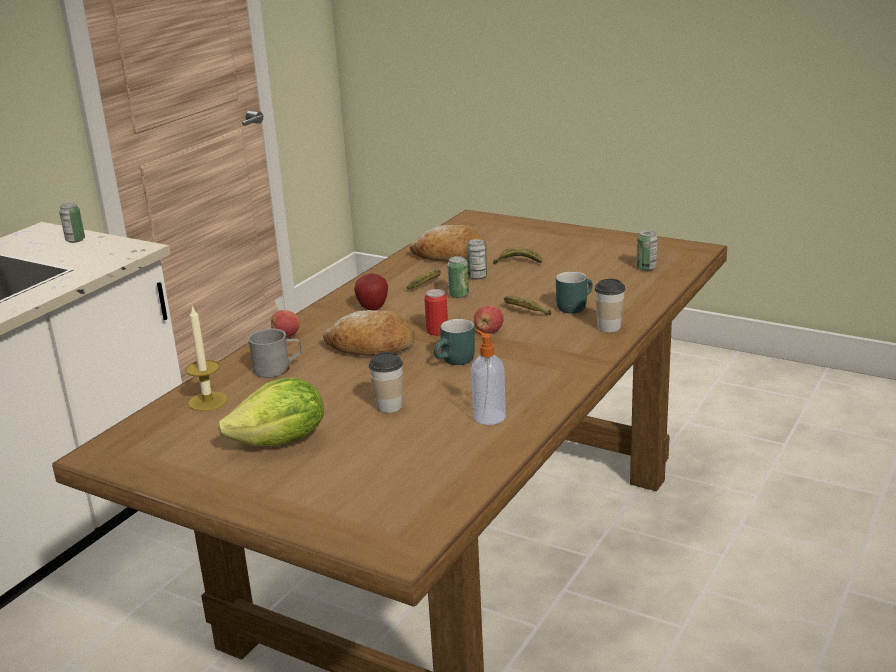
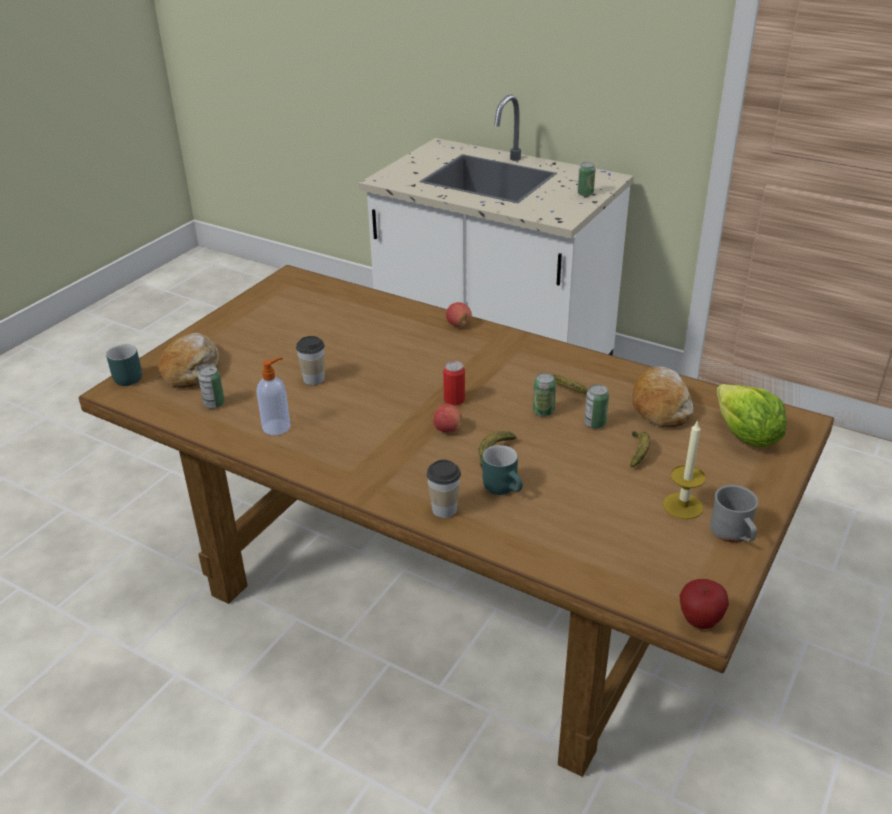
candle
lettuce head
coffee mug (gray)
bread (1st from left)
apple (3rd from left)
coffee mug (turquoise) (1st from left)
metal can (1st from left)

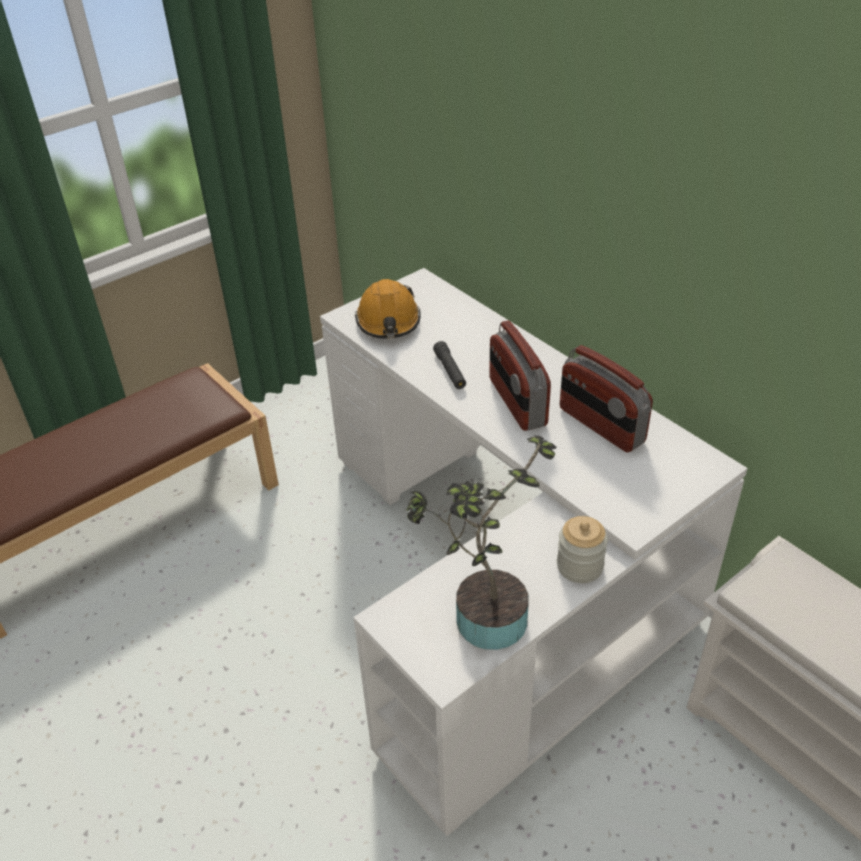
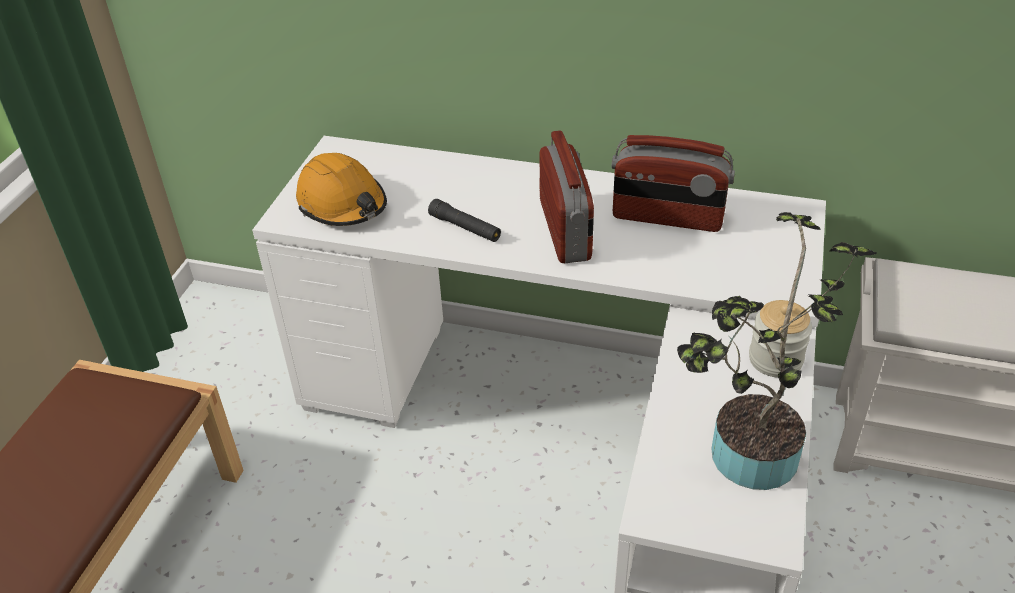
radio set (1st from left)

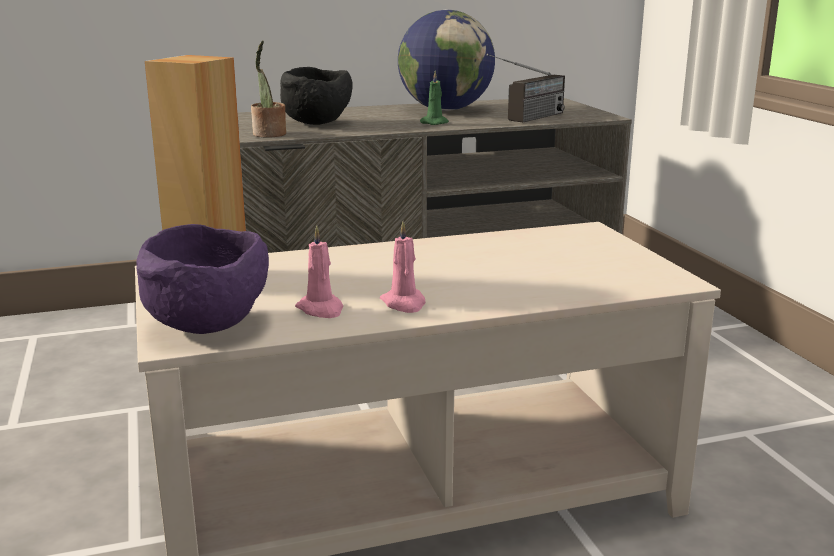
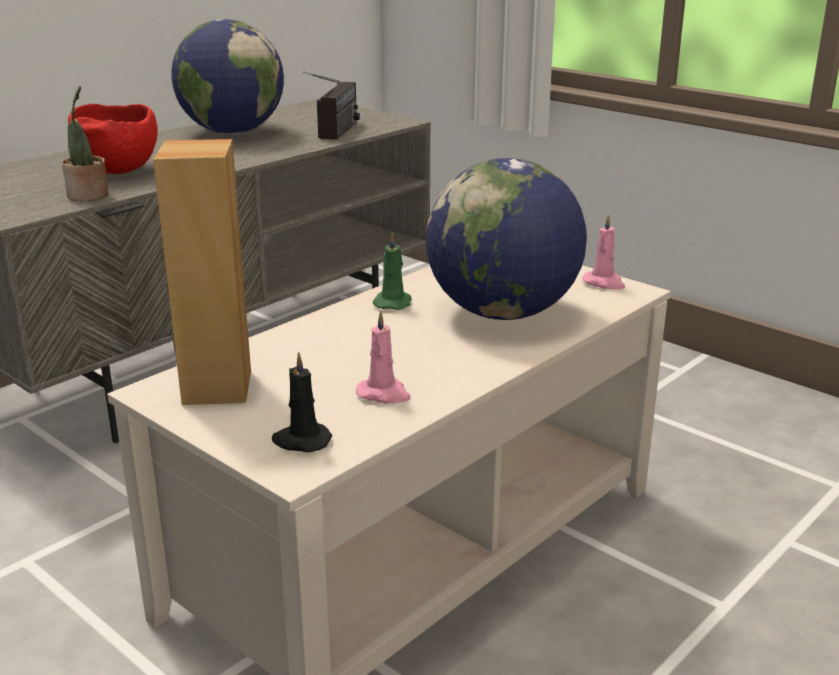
candle (black-coloured)
deep dish (red-coloured)
candle (pink-coloured) (2nd from left)
candle (green)
globe (2nd from left)

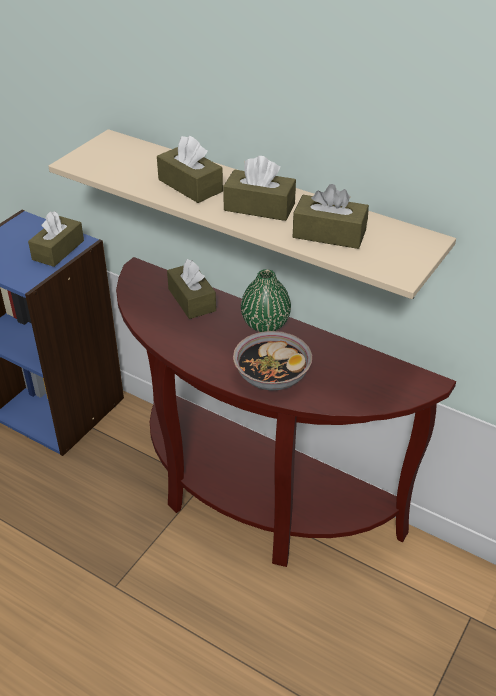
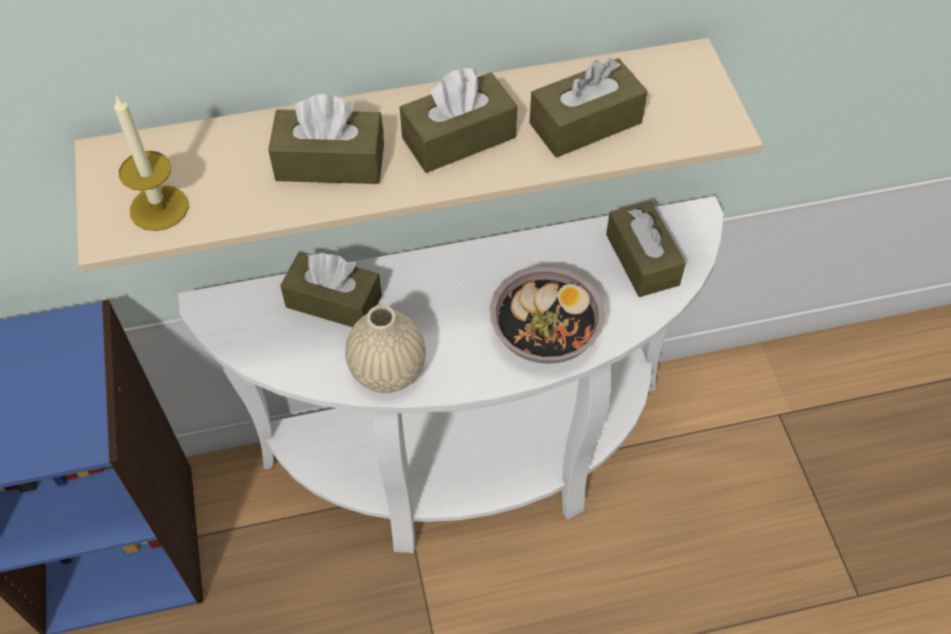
tissue box (brown-coloured) (5th from left)
console table (whitish)
vase (green)
candle
vase (beige-coloured)

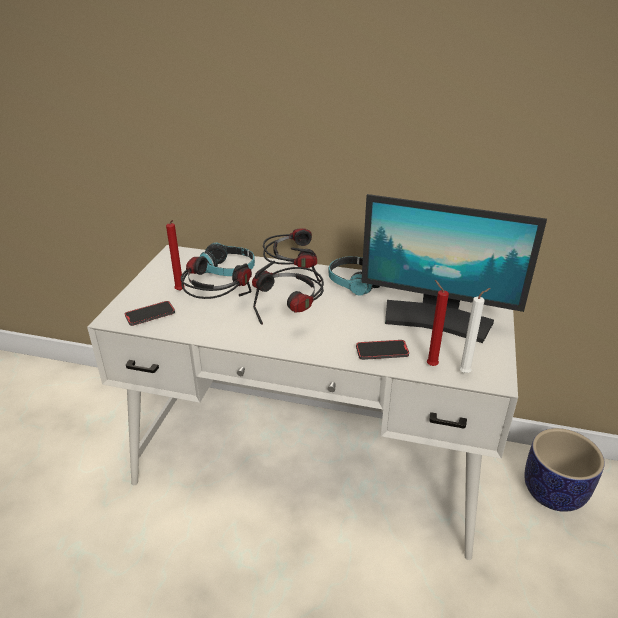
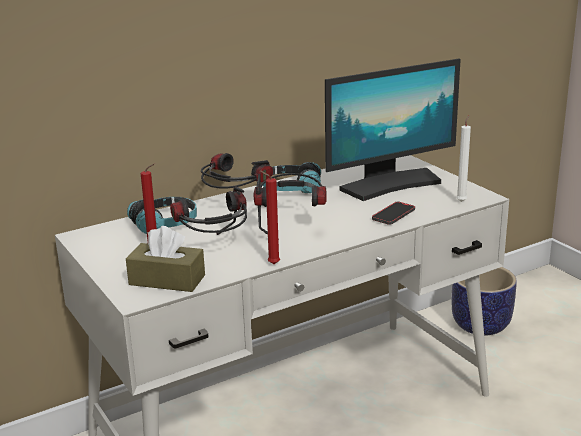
tissue box (brown-coloured)
candle (red-coloured) (2nd from left)

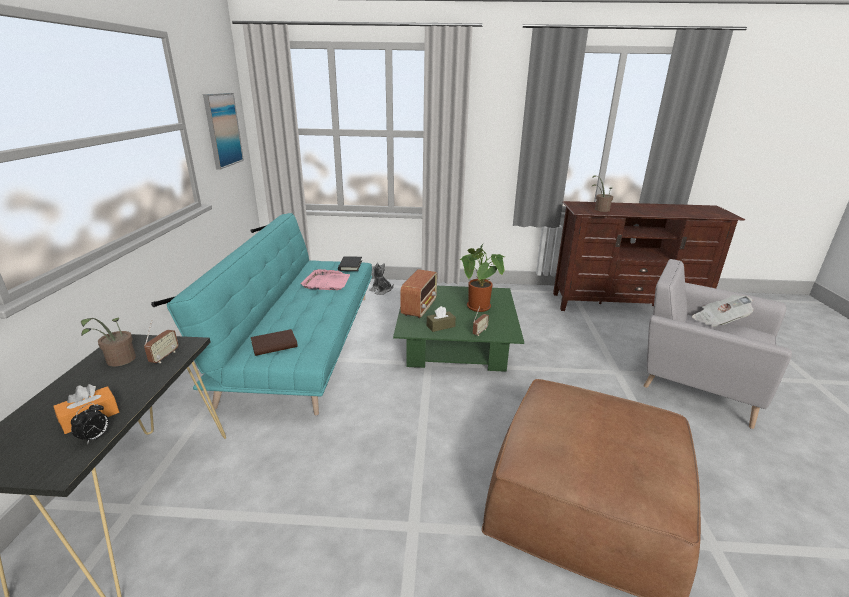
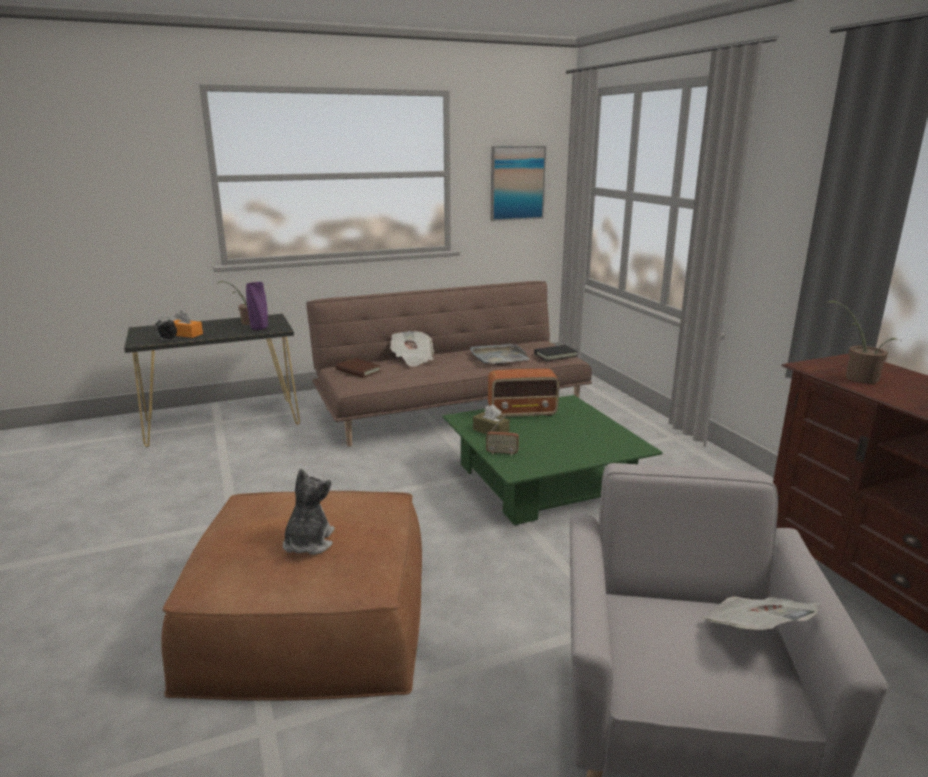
vase (purple)
sofa (brown-coloured)
serving tray (gray)
soft toy
potted plant (2nd from left in the first image)
printed paper (1st from left)

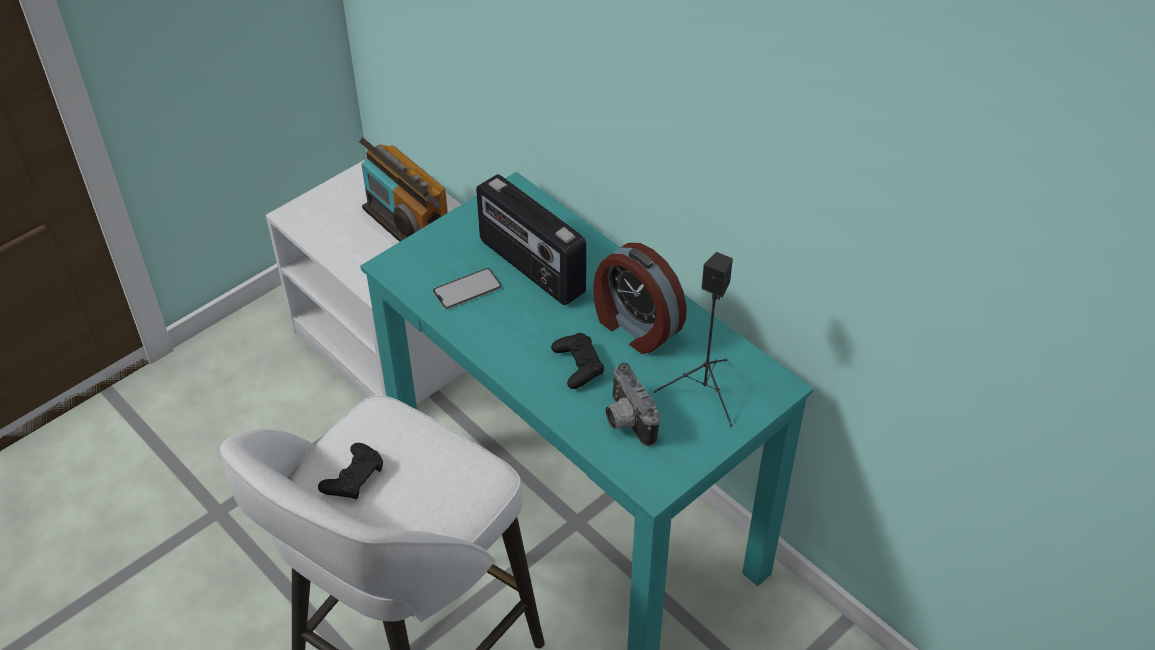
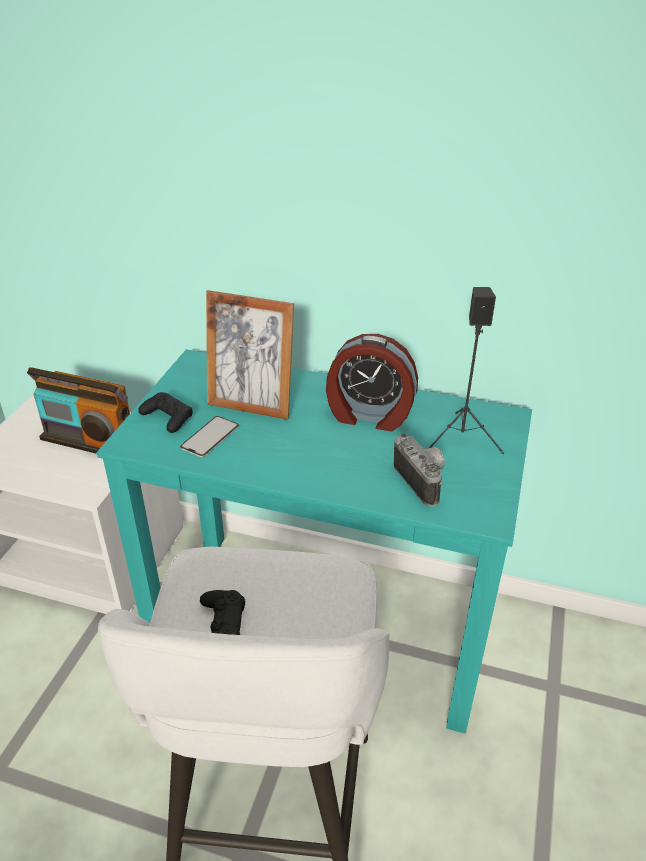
standing frame
gamepad (black-coloured) (1st from left)
still camera

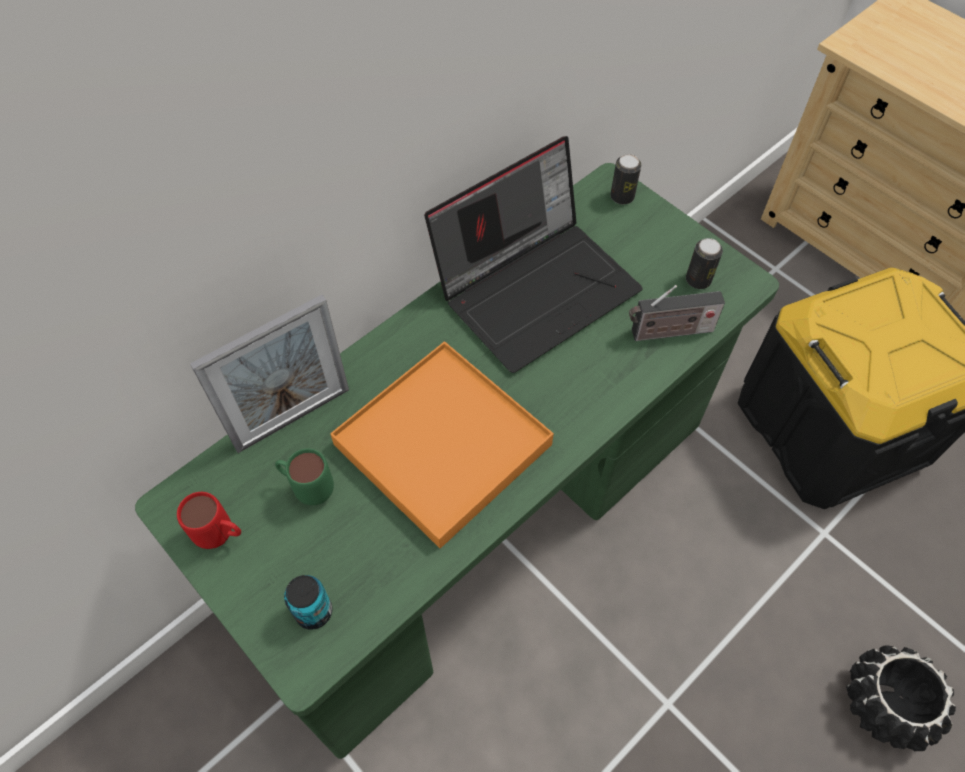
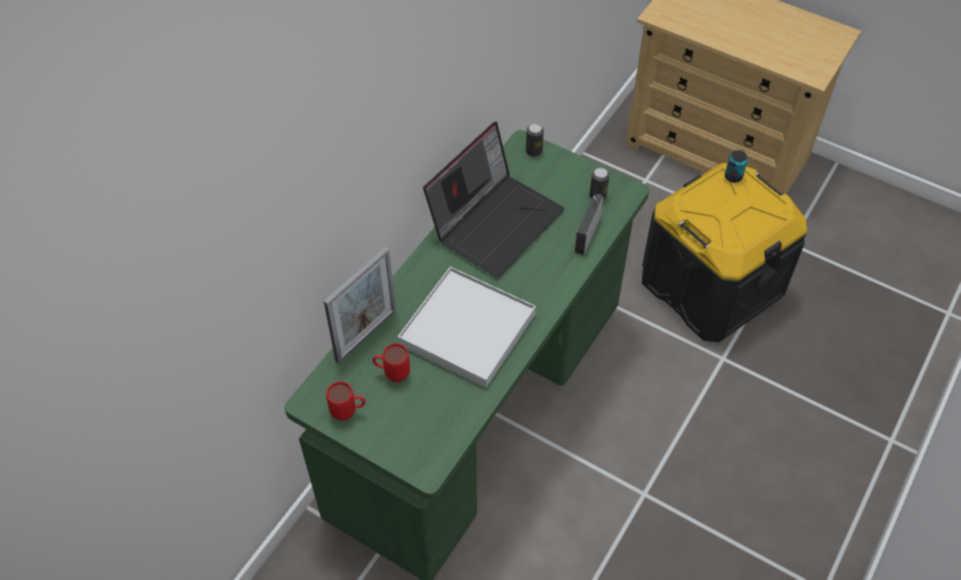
coffee mug (red-coloured) (2nd from left)
metal can (3rd from left)
serving tray (whitish)
radio set
plant pot (black-coloured)

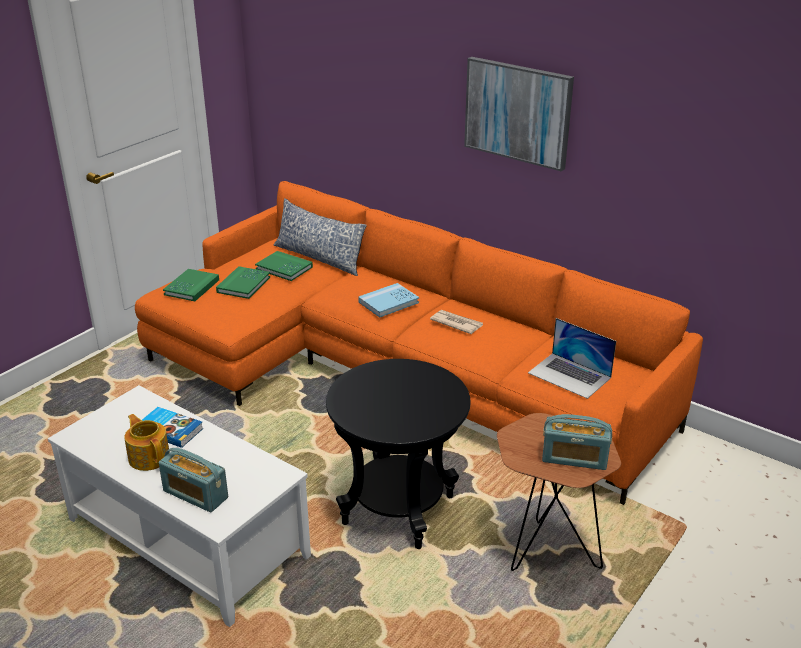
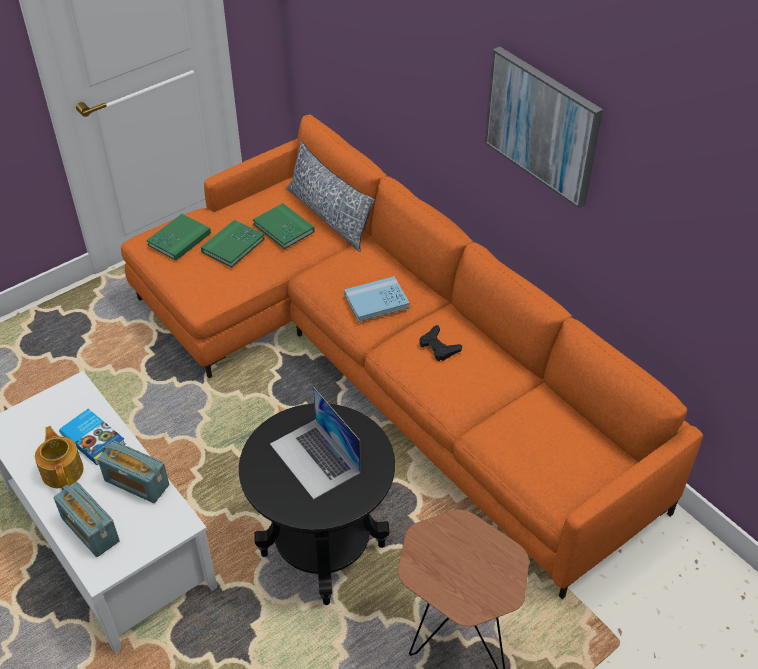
gamepad (black-coloured)
laptop
radio set (2nd from left)

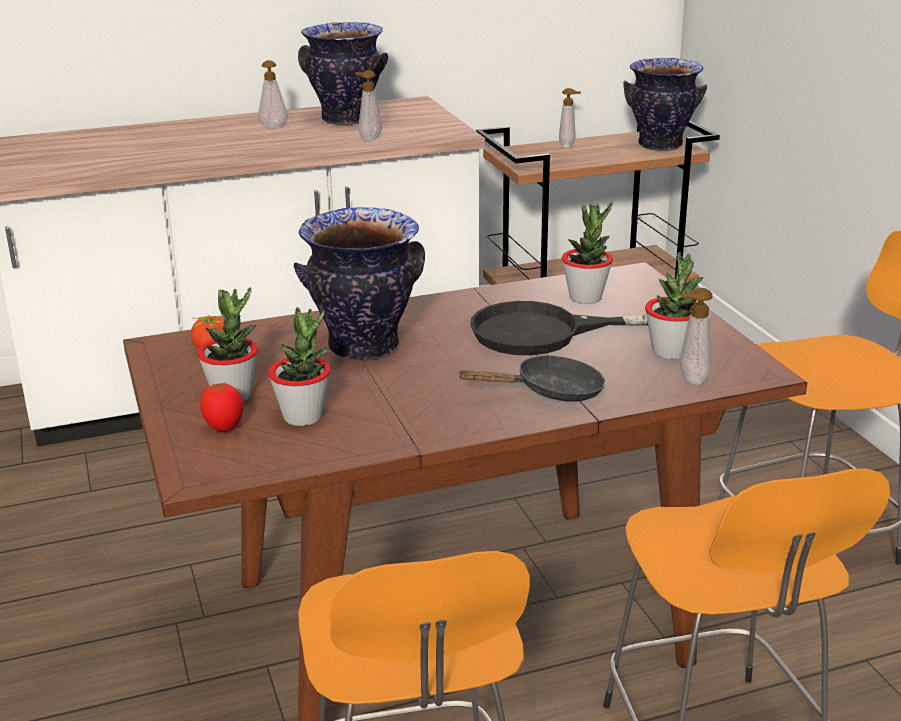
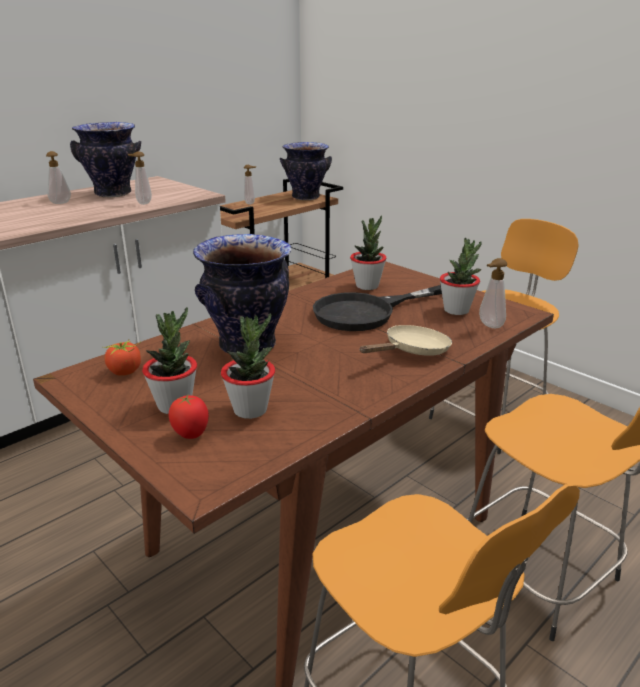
pan (beige-coloured)

